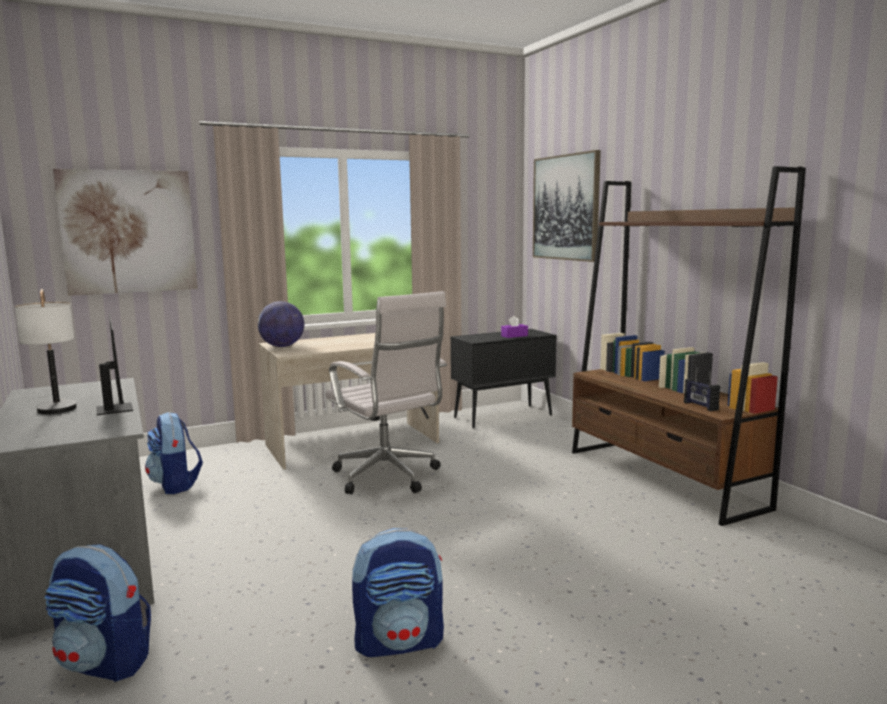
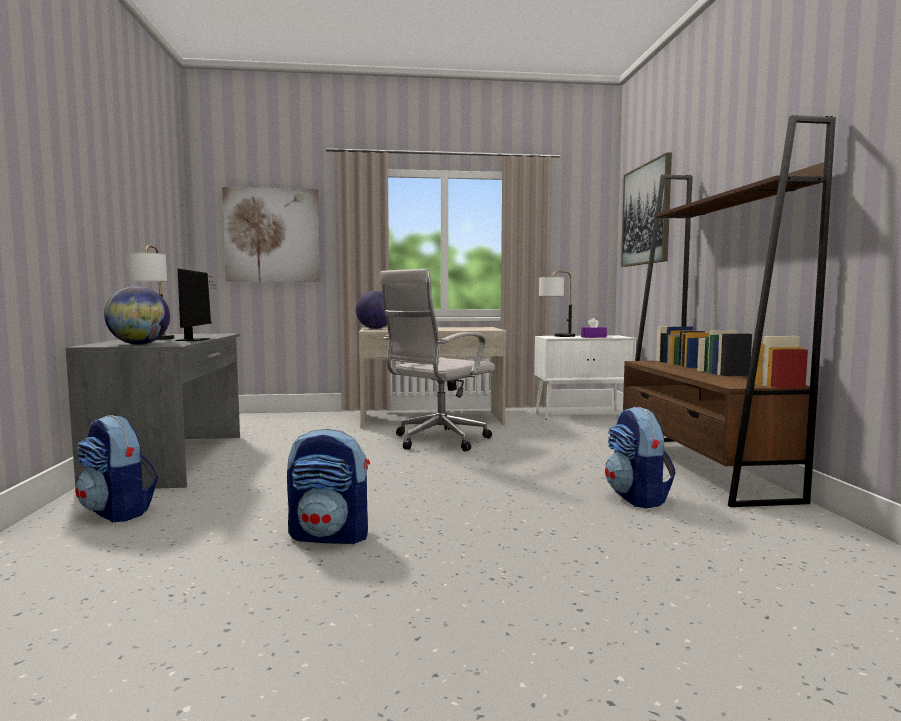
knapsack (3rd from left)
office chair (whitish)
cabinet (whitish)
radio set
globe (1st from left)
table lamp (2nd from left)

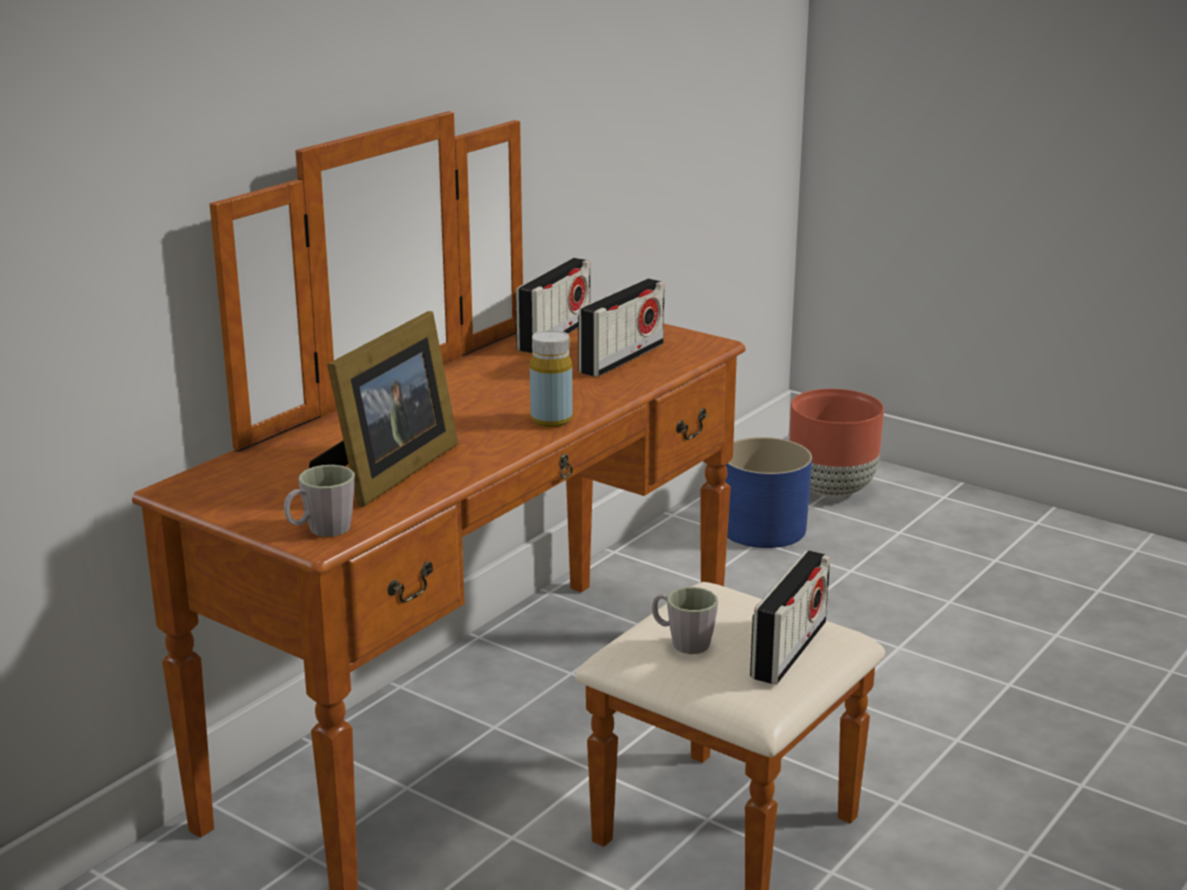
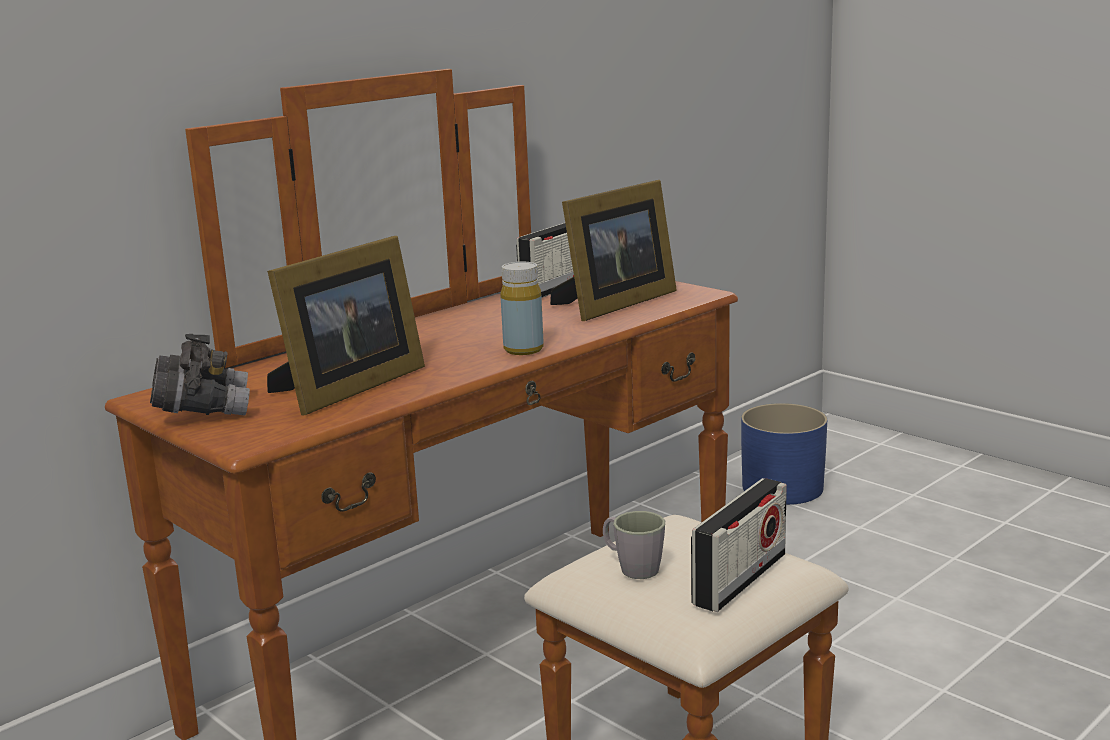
coffee mug (gray) (1st from left in the first image)
standing frame (2nd from left)
plant pot (brown-coloured)
field glasses (gray)

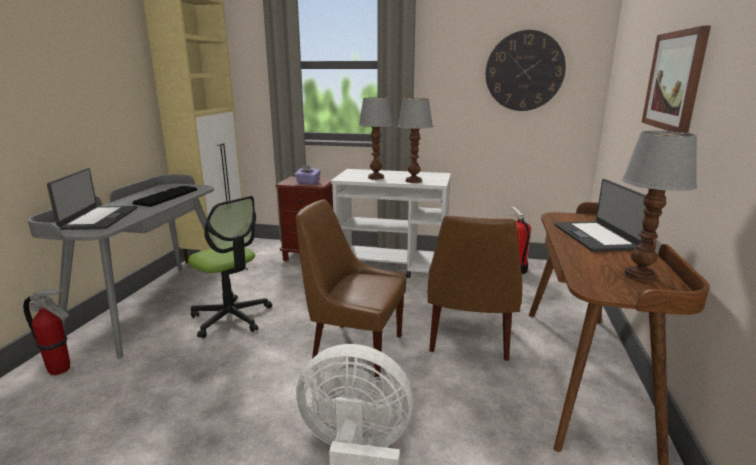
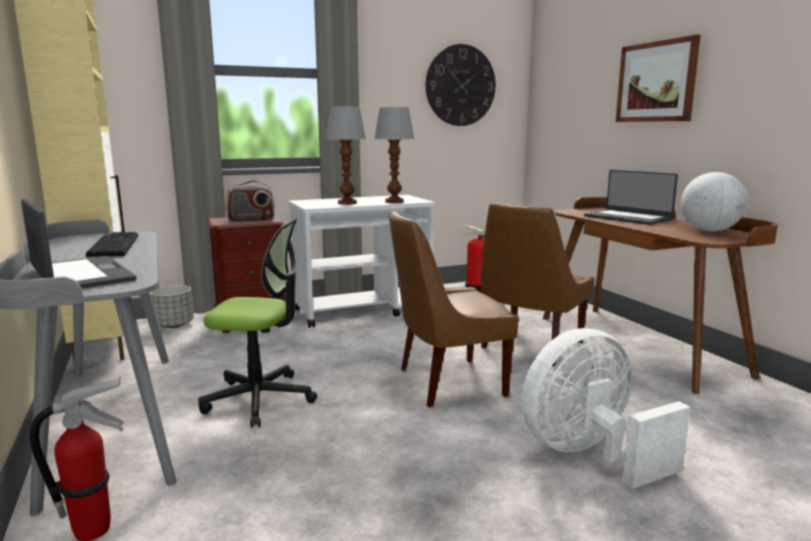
radio set
plain chair (brown-coloured) (2nd from left)
globe
plant pot (gray)

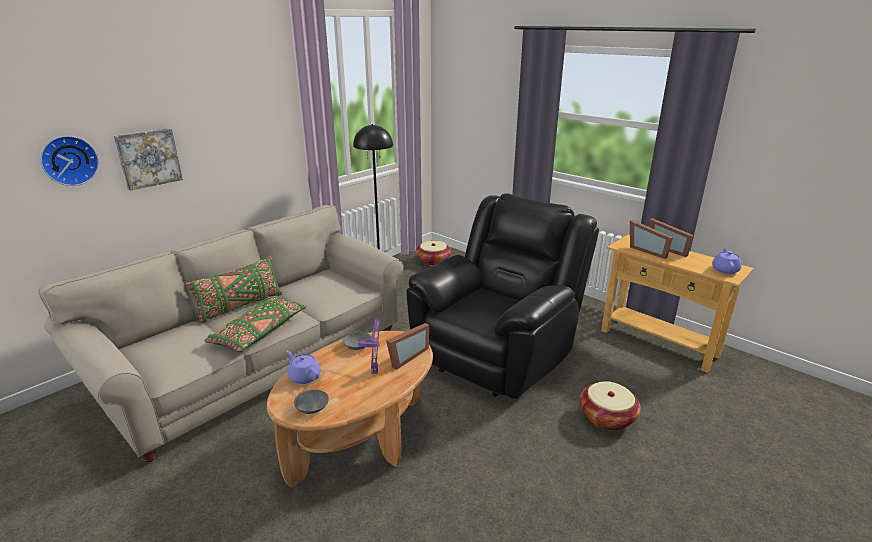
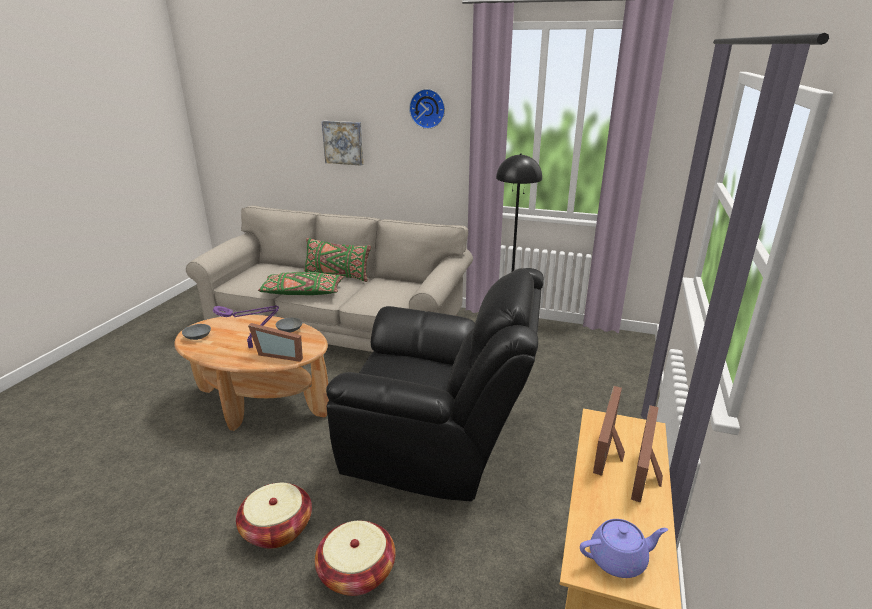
clock on the wall
tea pot (purple) (1st from left in the first image)
basket (1st from left)

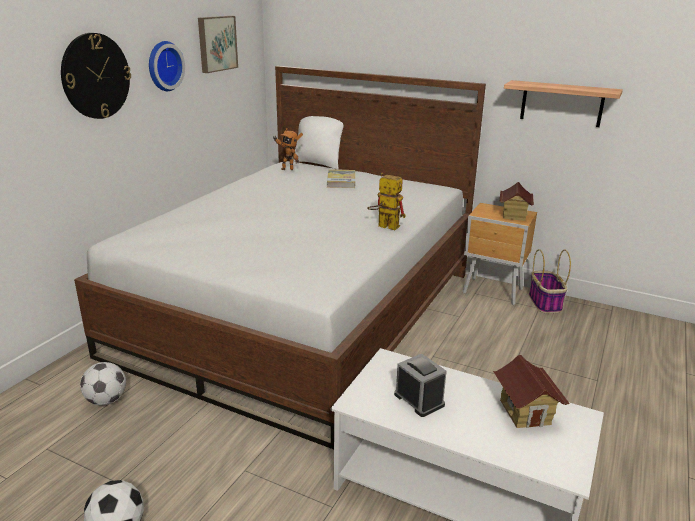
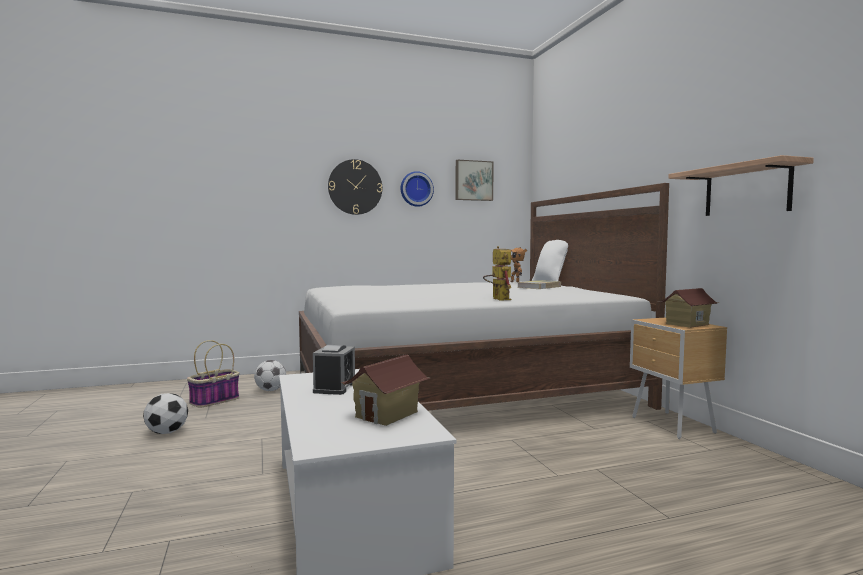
basket

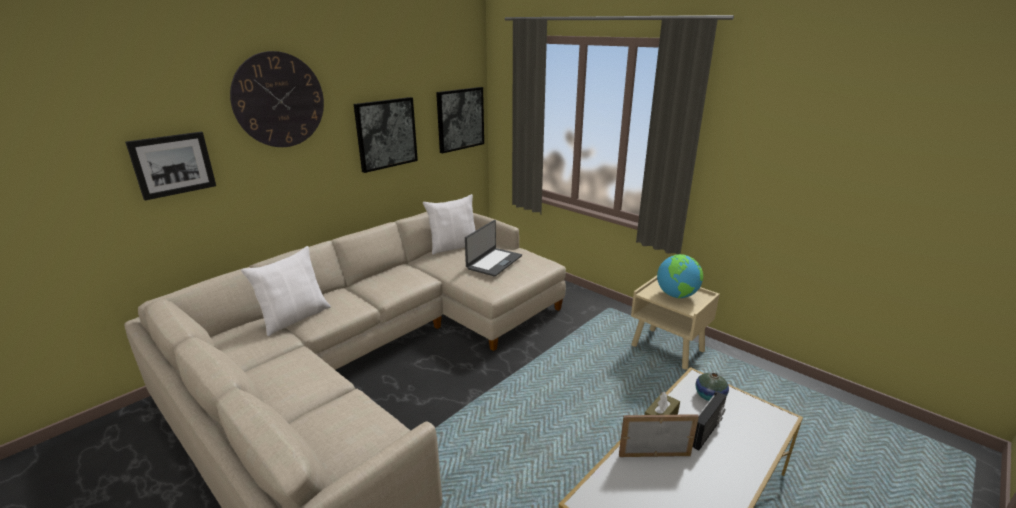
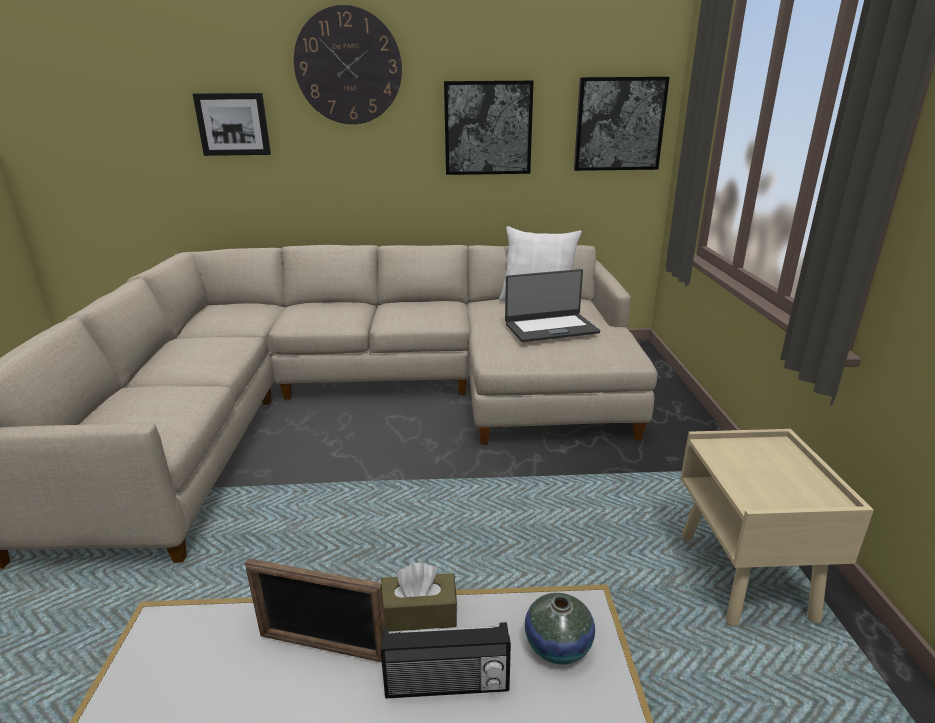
throw pillow (whitish) (1st from left in the first image)
standing frame
globe

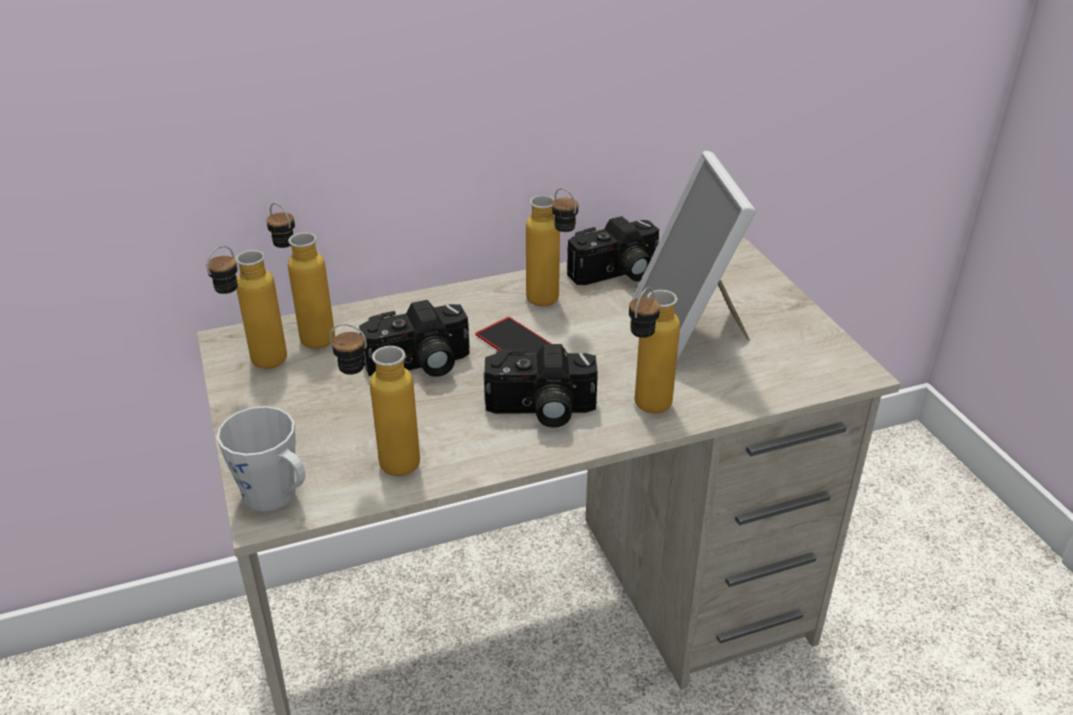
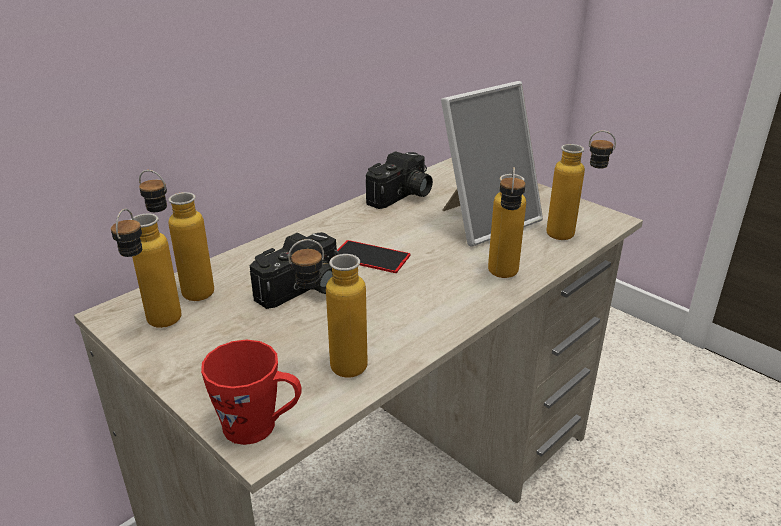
coffee mug (red-coloured)
still camera (2nd from left in the first image)
beverage bottle (5th from left)
standing frame

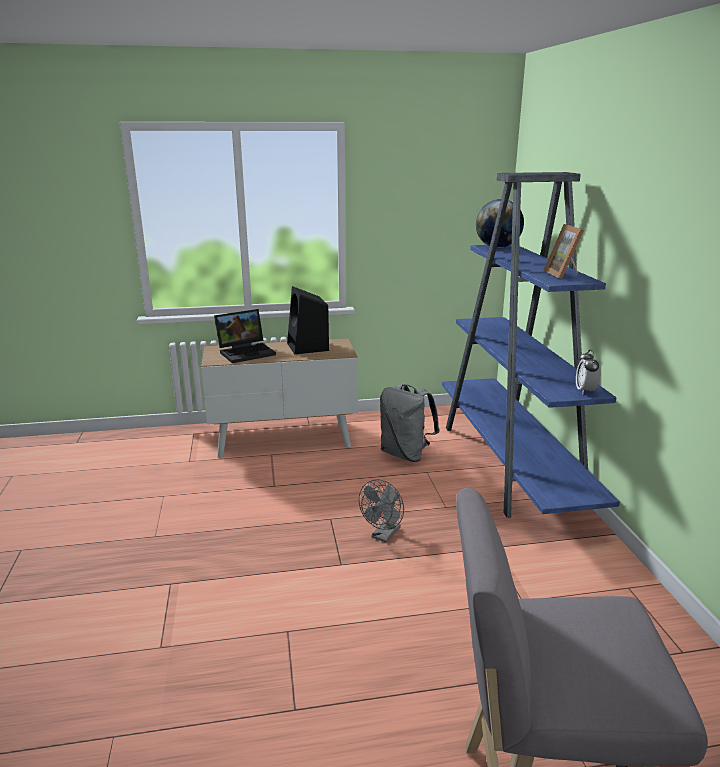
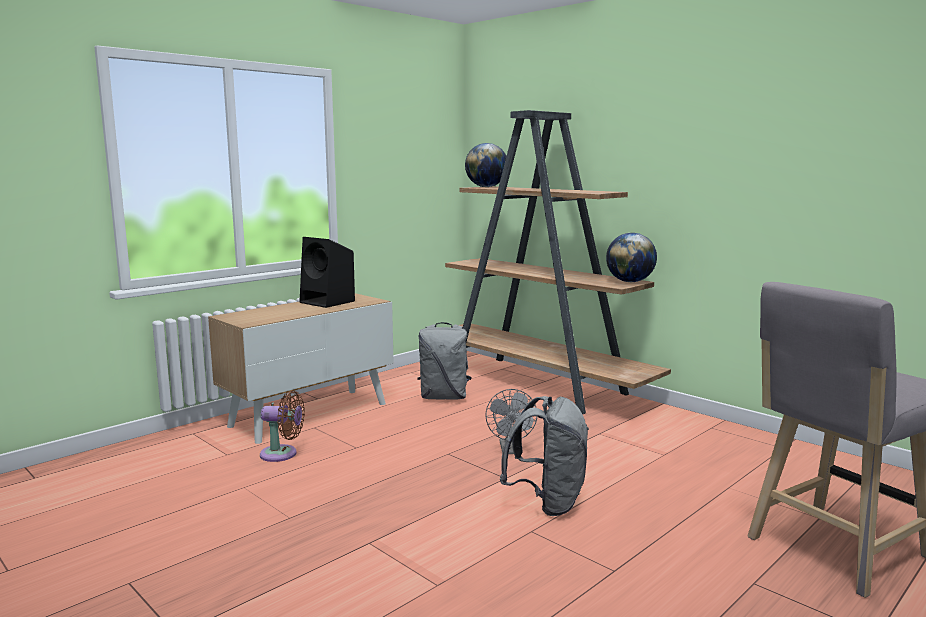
laptop
bookshelf (brown-coloured)
standing frame
globe (2nd from left)
cooling fan (brown-coloured)
knapsack (gray) (2nd from left)

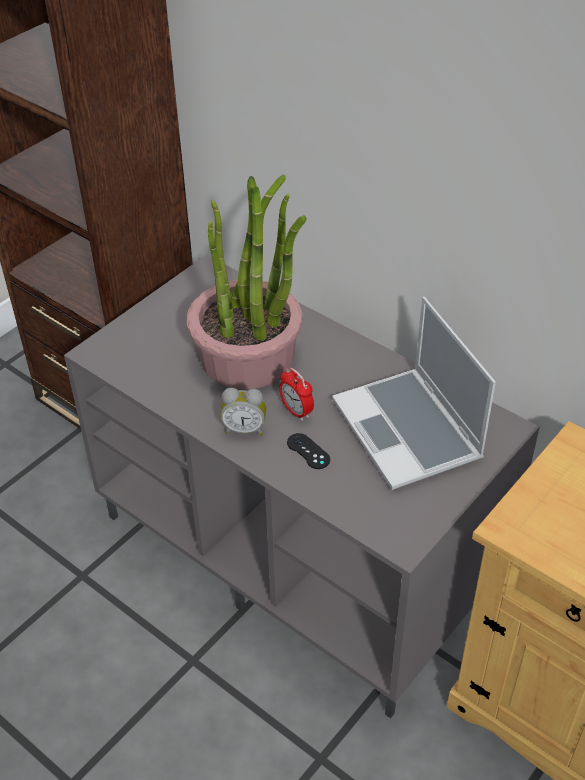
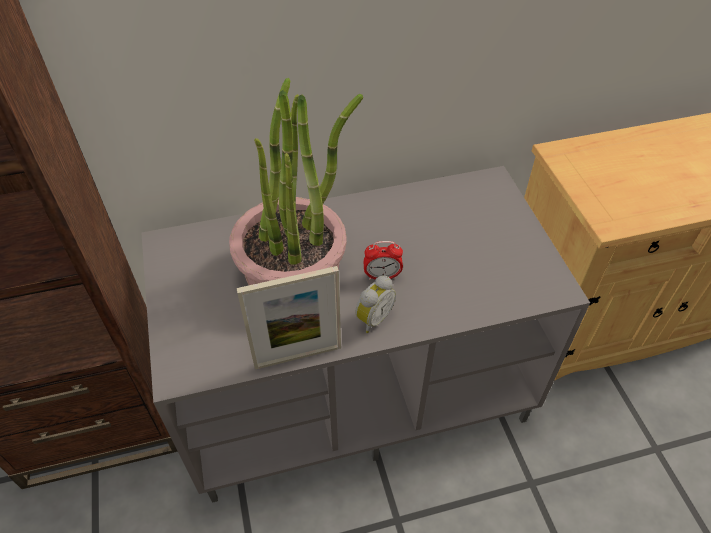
gamepad (black-coloured)
laptop
standing frame

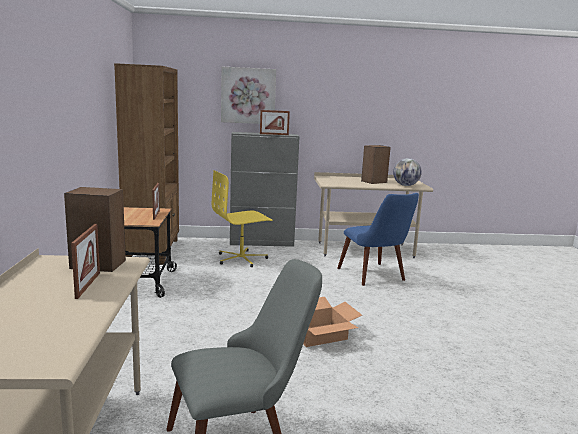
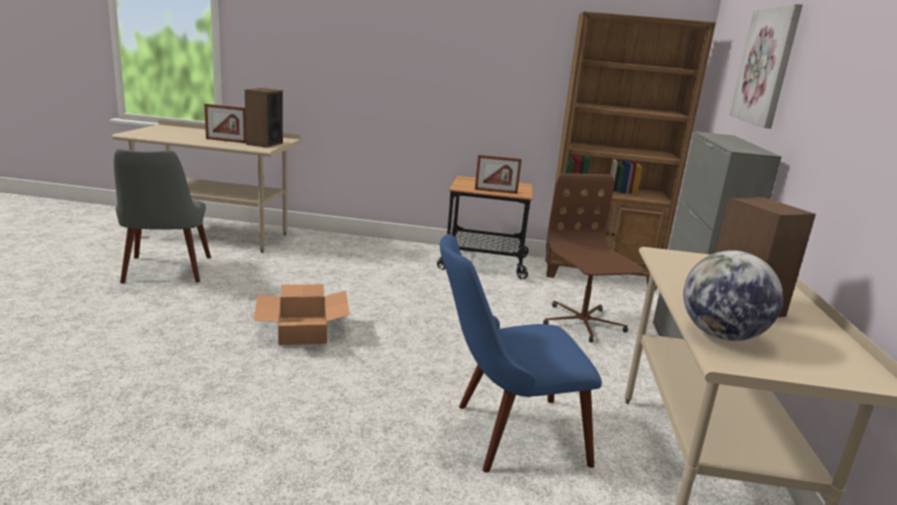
office chair (brown-coloured)
standing frame (3rd from left in the first image)

